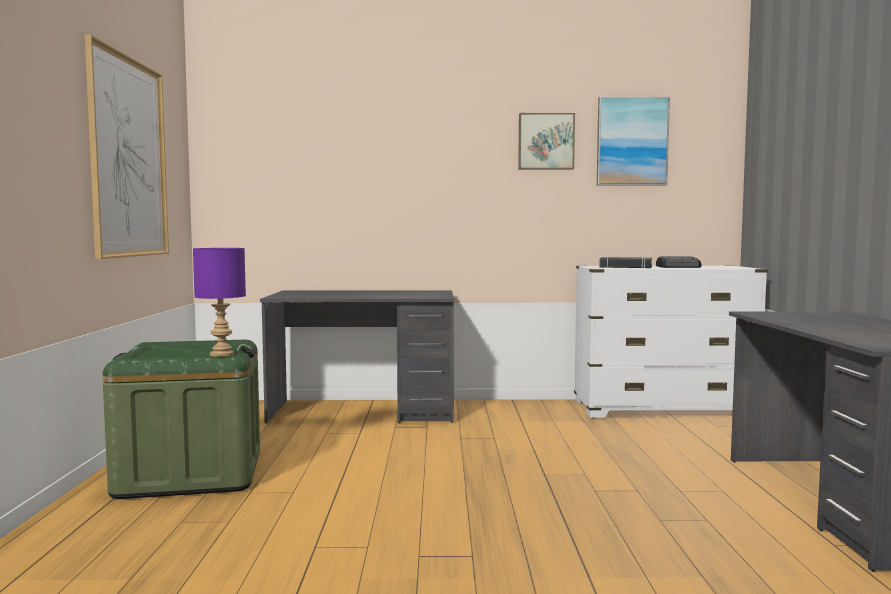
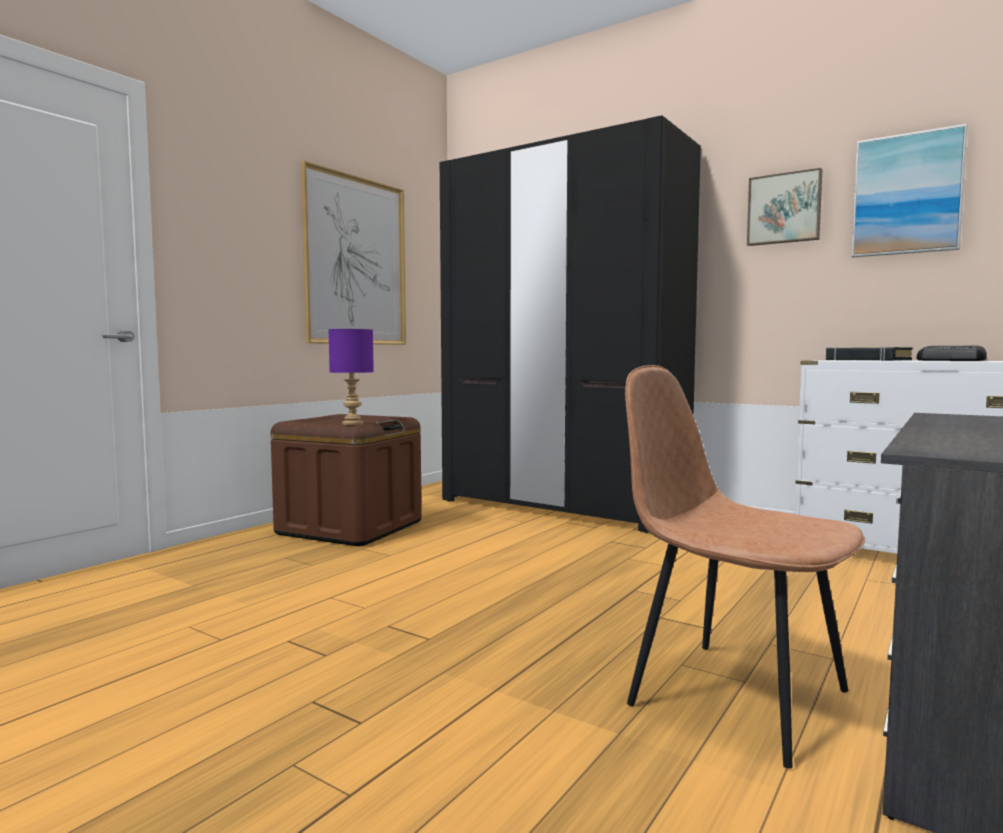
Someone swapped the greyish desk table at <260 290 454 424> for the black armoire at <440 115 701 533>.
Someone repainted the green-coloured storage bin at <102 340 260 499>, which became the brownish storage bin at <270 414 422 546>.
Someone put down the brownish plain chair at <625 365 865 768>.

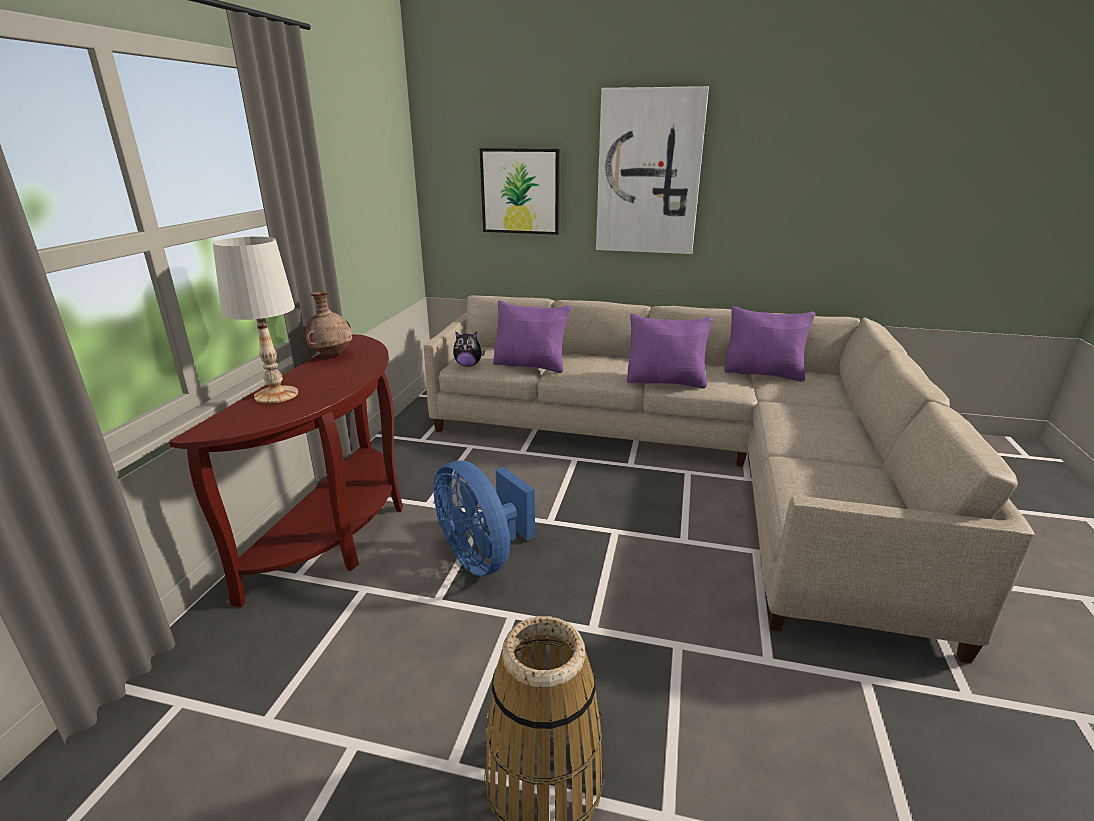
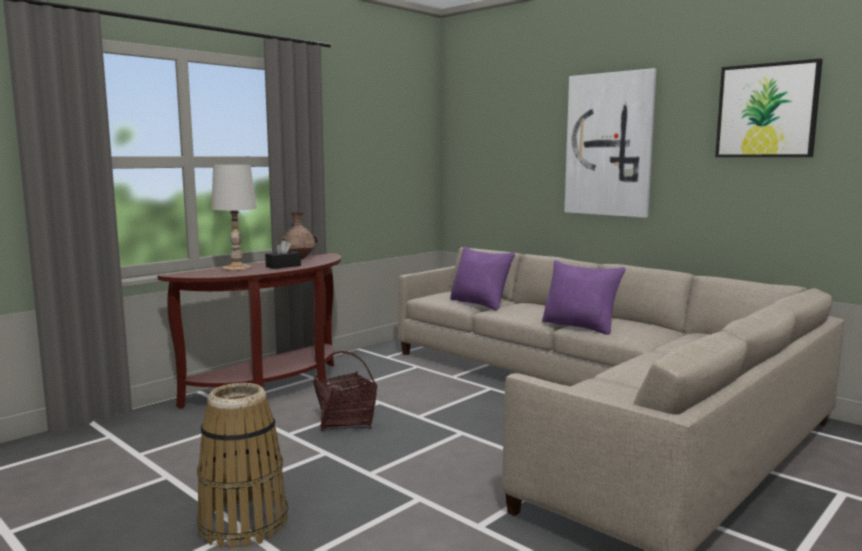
Someone carried the picture from <480 148 560 235> to <715 59 823 157>.
Someone took away the purple-coloured cushion at <724 306 815 381>.
Someone took away the cuddly toy at <453 331 485 367>.
Someone swapped the bluish cooling fan at <434 461 535 576> for the household basket at <313 351 377 431>.
Someone put down the black tissue box at <265 240 301 269>.

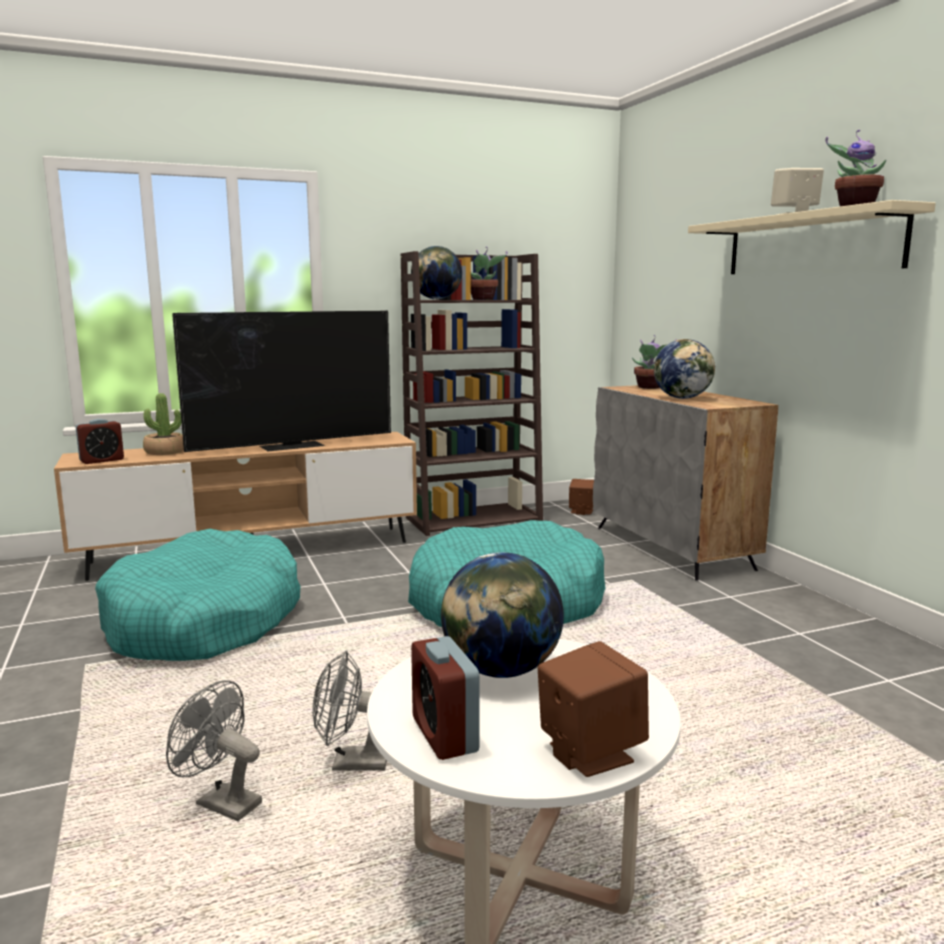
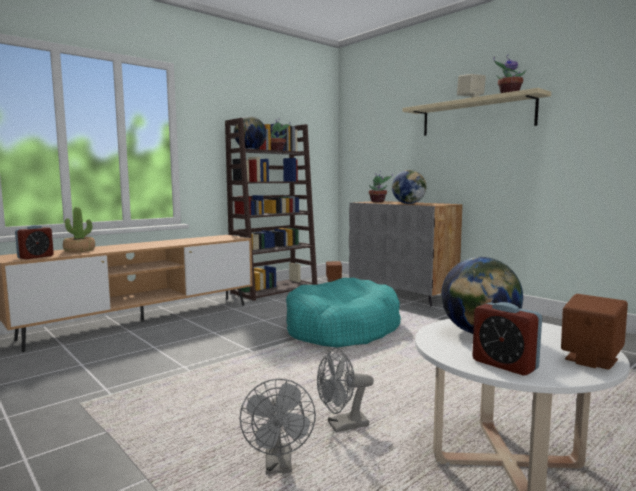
Someone took away the TV set at <172 311 391 452>.
Someone took away the turquoise dog cushion at <95 529 301 661>.
Someone rotated the greyish cooling fan at <166 680 262 821> by 105 degrees counterclockwise.

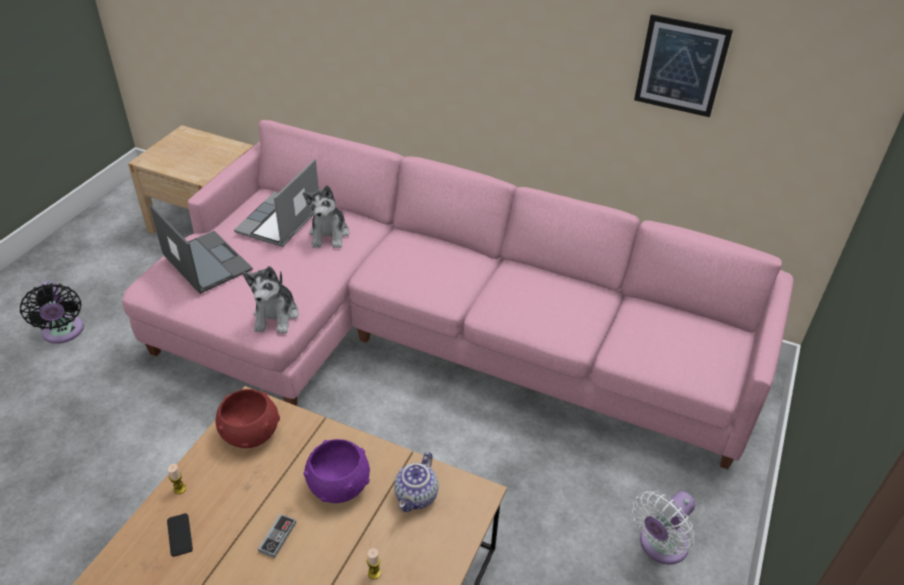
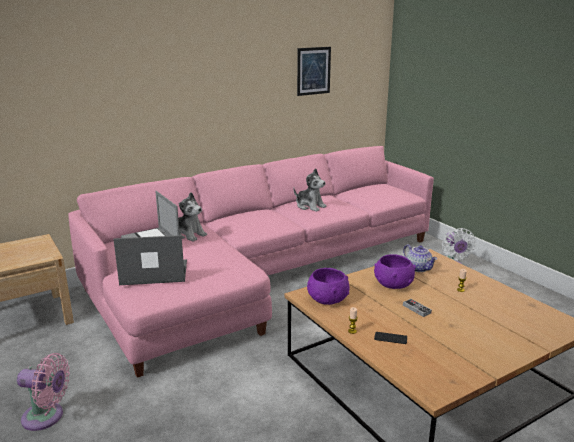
Someone carried the cuddly toy from <243 266 299 334> to <294 168 327 211>.
Someone repainted the black cooling fan at <20 281 84 344>, which became the pinkish cooling fan at <17 353 70 431>.
Someone repainted the red serving bowl at <215 389 280 448>, which became the purple-coloured serving bowl at <307 268 349 305>.

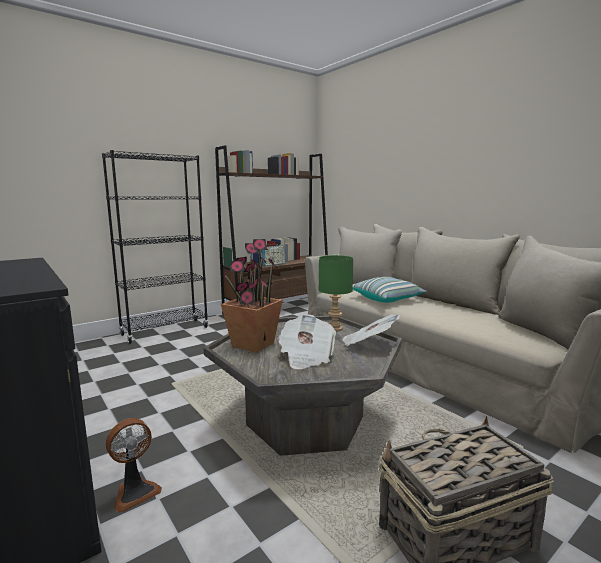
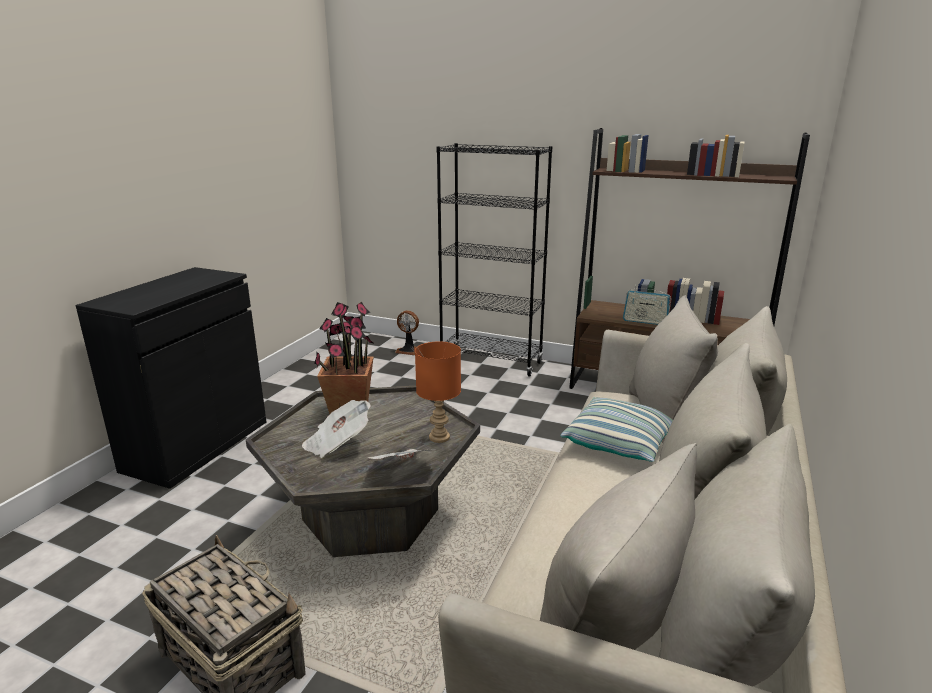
Someone repainted the green-coloured lamp for a table at <319 255 353 332>, which became the orange-coloured lamp for a table at <415 341 461 443>.
Someone carried the cooling fan from <106 418 162 513> to <395 310 419 355>.

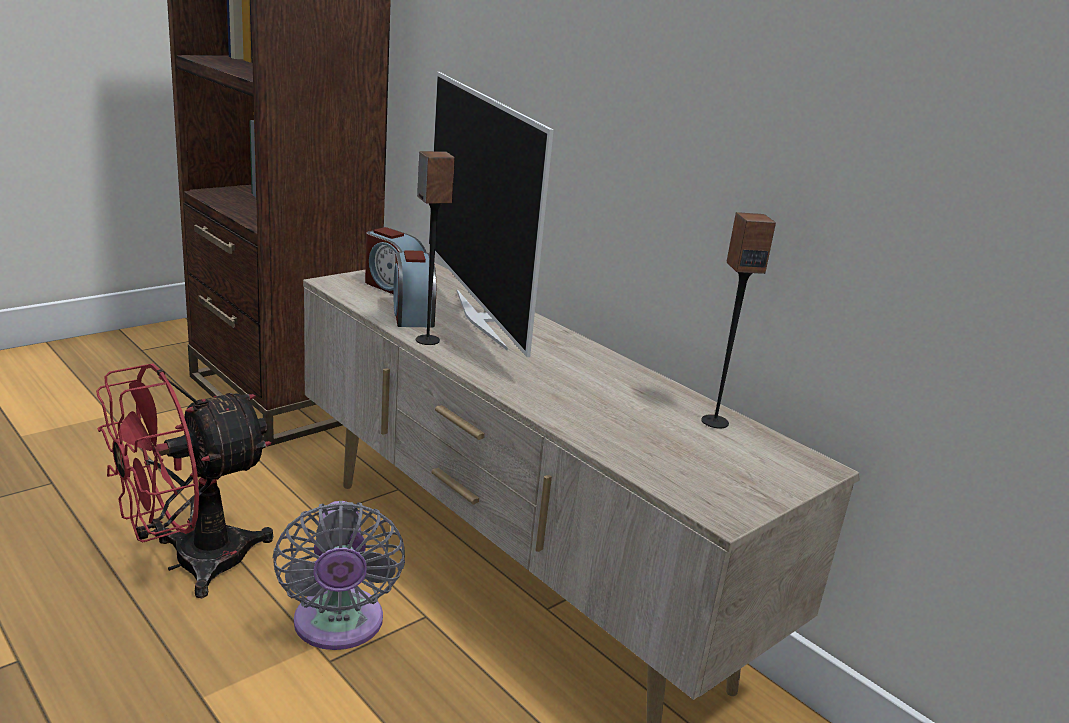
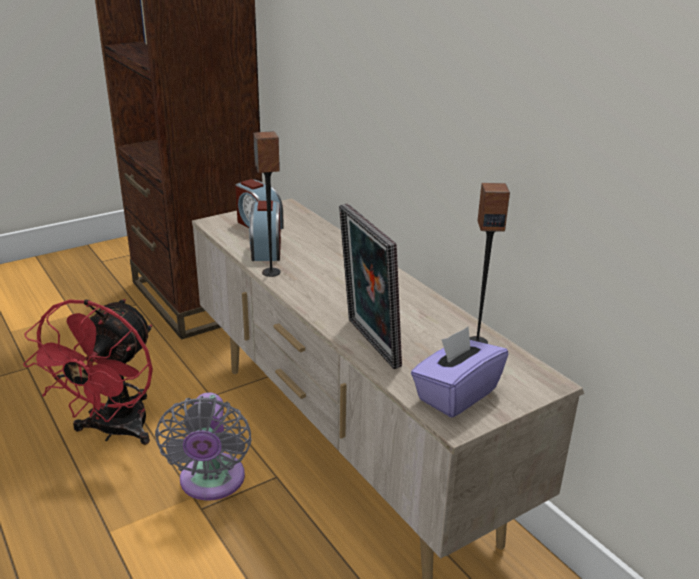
Someone took away the TV set at <428 72 554 357>.
Someone rotated the red cooling fan at <96 363 273 598> by 45 degrees counterclockwise.
Someone put down the picture frame at <339 204 402 369>.
Someone put down the purple-coloured tissue box at <411 327 508 418>.

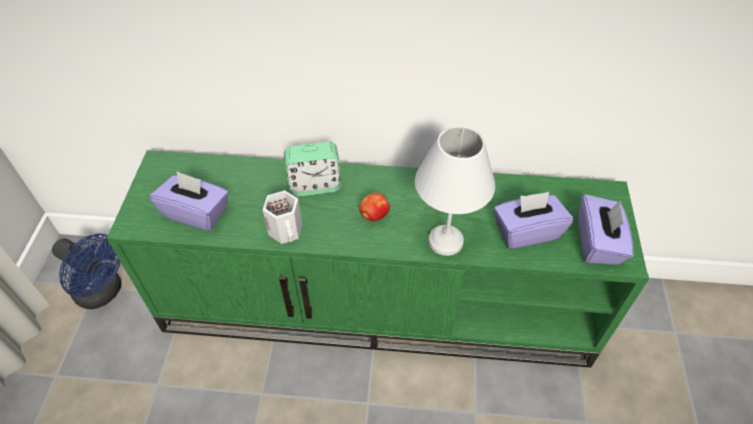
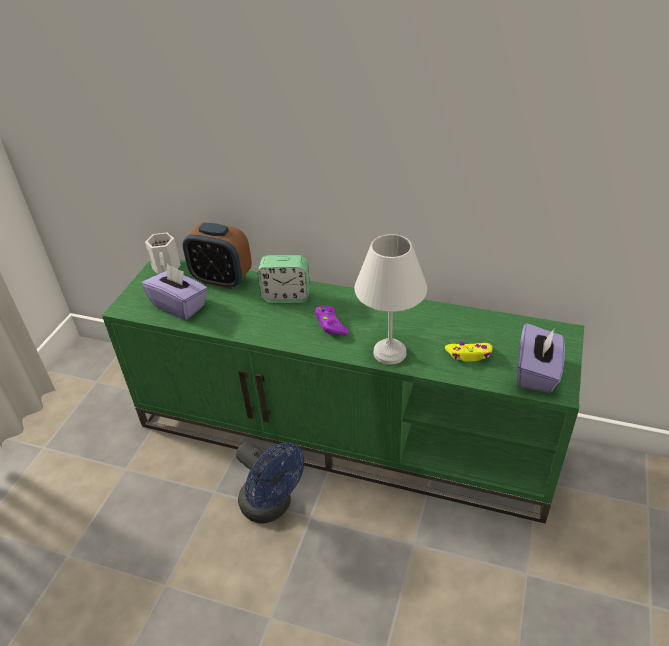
Someone carried the white-coloured mug from <263 190 302 244> to <145 232 181 274>.
Someone swapped the purple-coloured tissue box at <494 192 573 249> for the yellow gamepad at <445 342 492 361>.
Someone swapped the apple fruit at <359 193 390 221> for the purple-coloured gamepad at <315 306 349 336>.
Someone carried the bluish cooling fan from <52 234 122 309> to <236 442 304 524>.
Someone put down the table clock at <182 223 252 289>.

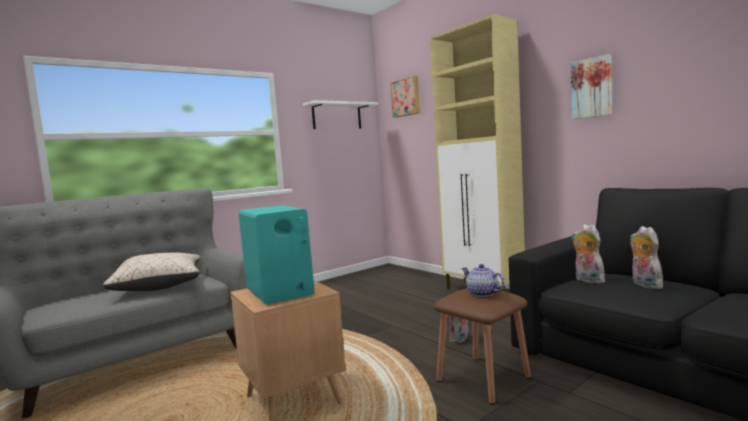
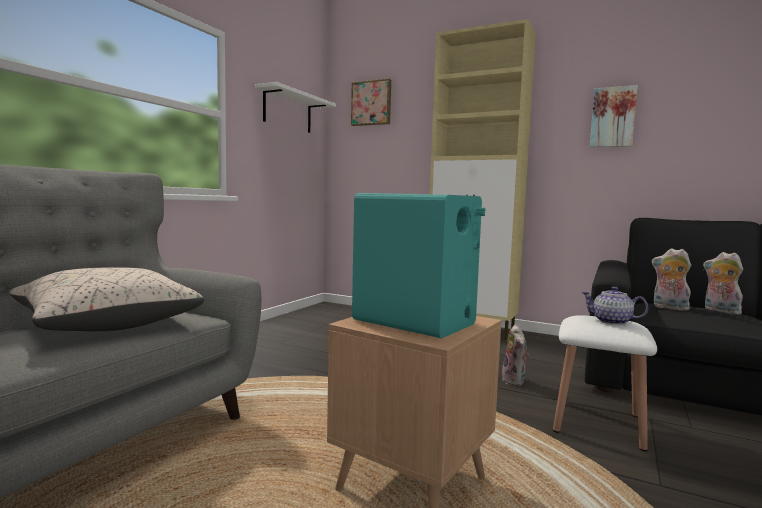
Someone repainted the brownish stool seat at <433 288 531 405>, which became the white-coloured stool seat at <553 315 657 451>.

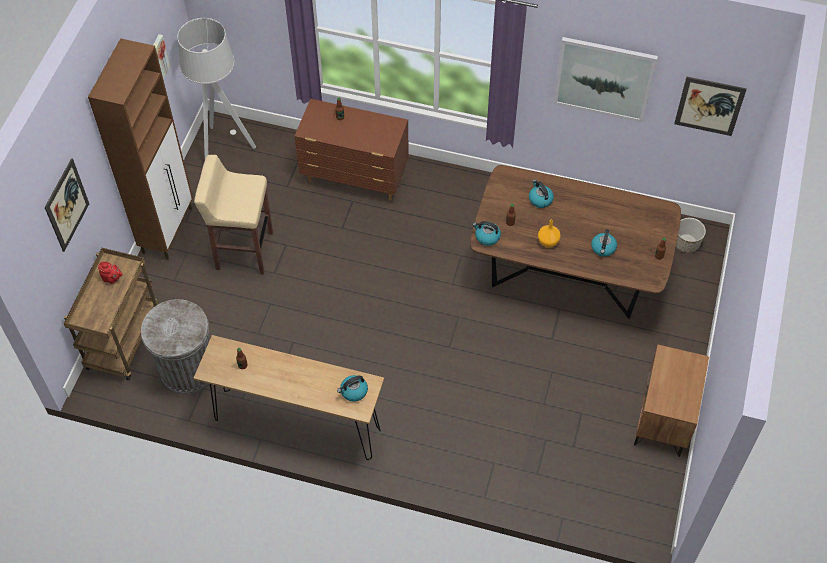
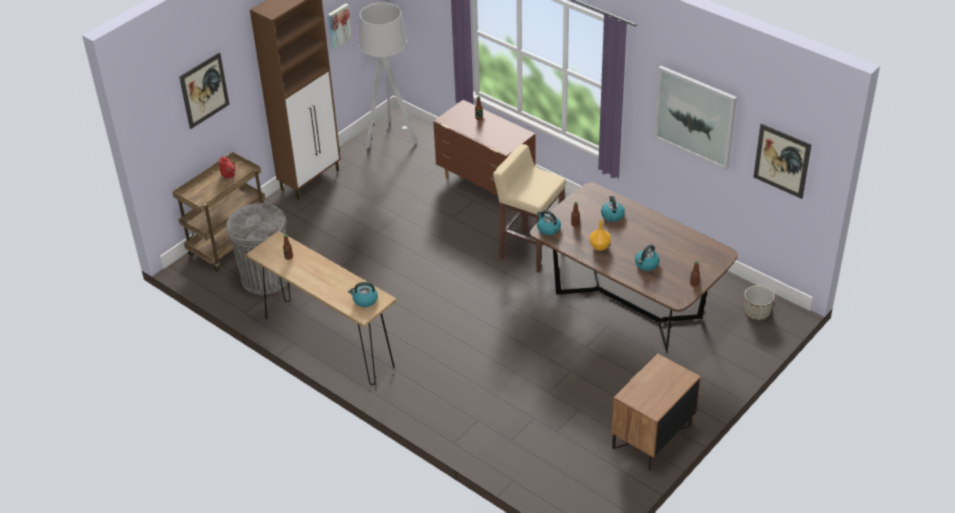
Someone carried the beige stool seat from <194 155 273 274> to <493 144 566 273>.

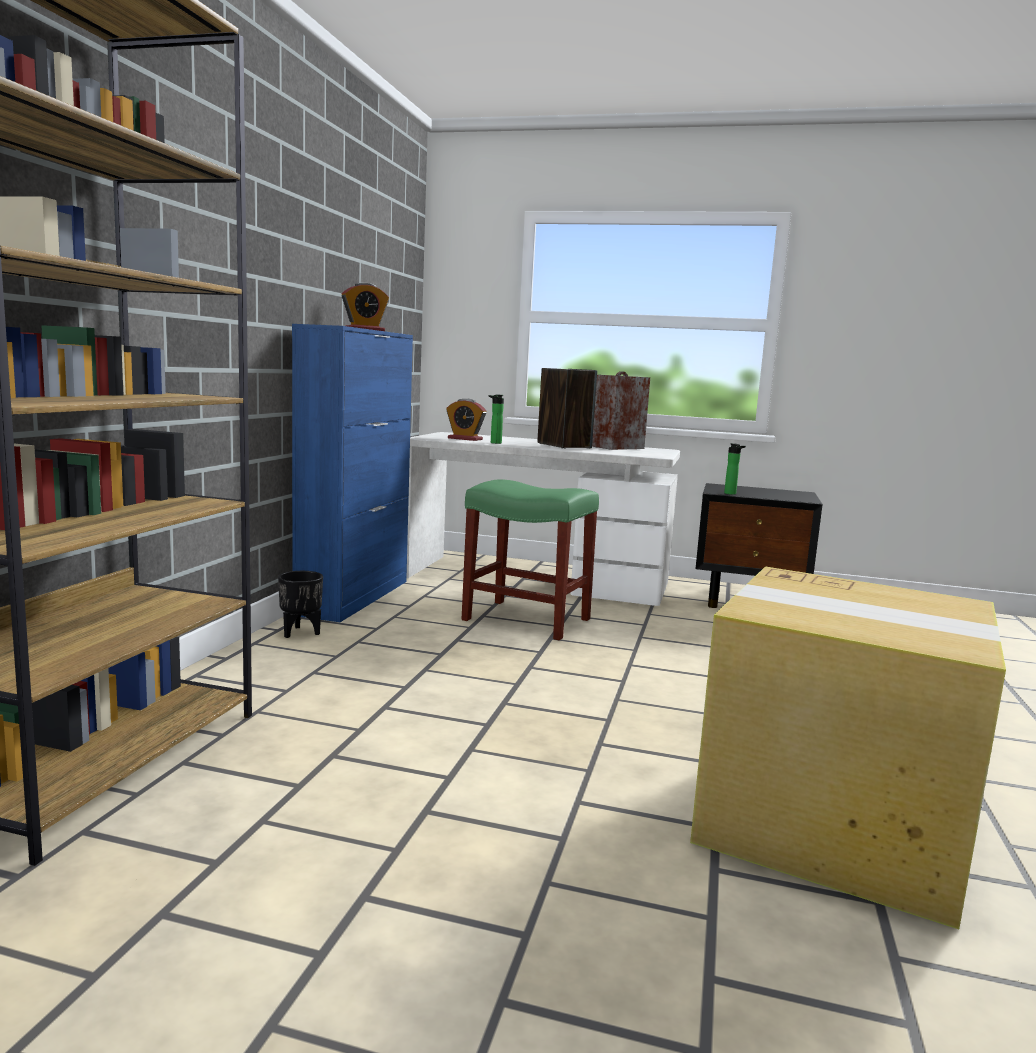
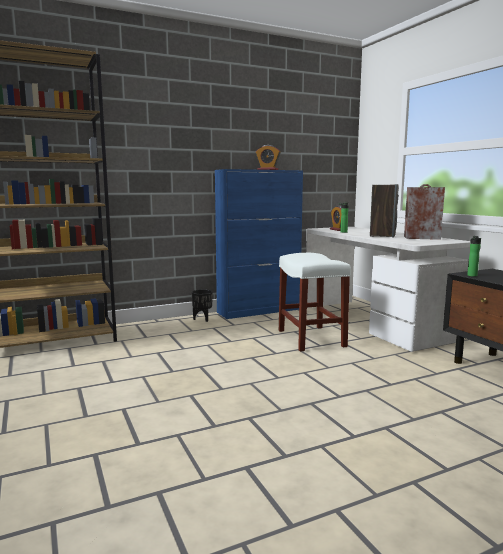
Someone repainted the green-coloured stool seat at <462 479 599 640>, which became the white-coloured stool seat at <279 253 351 352>.
Someone took away the cardboard box at <690 567 1006 929>.

